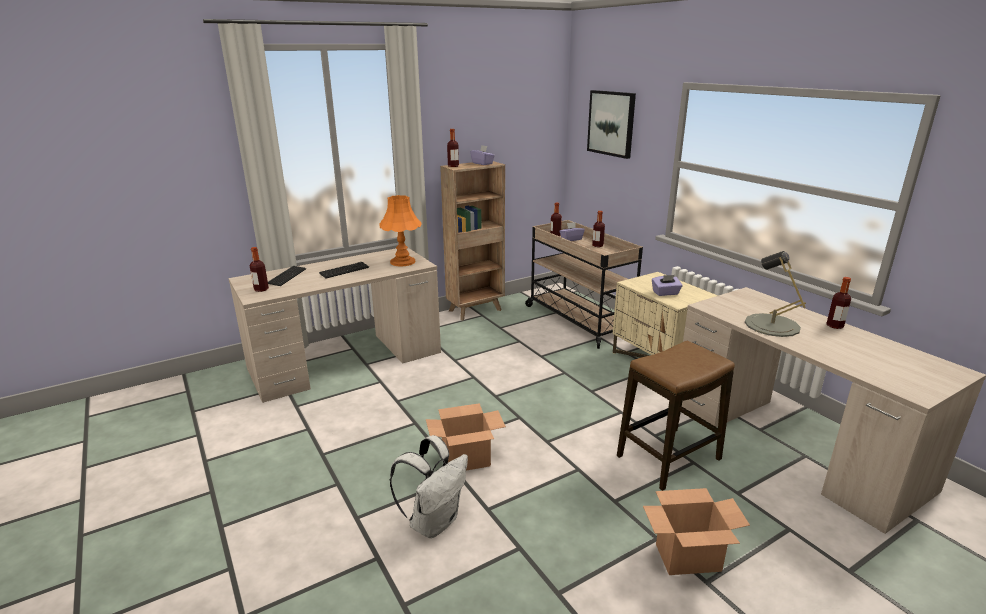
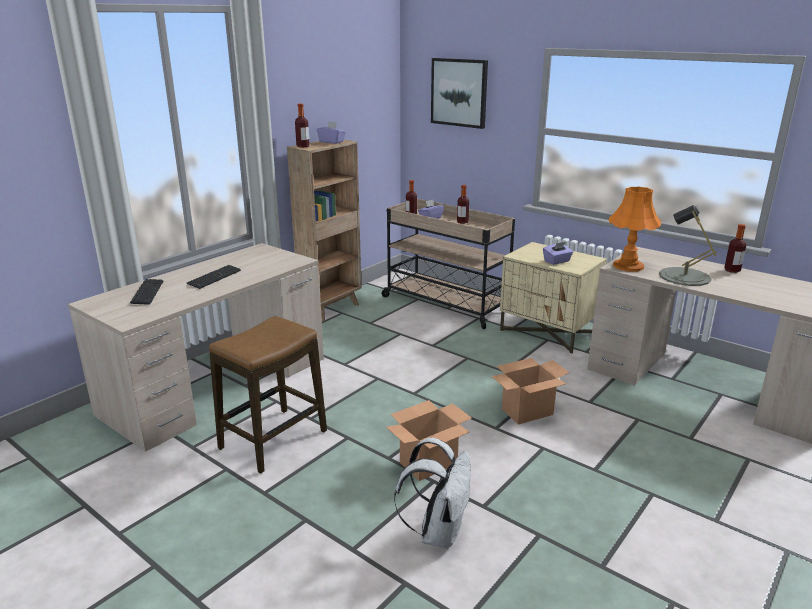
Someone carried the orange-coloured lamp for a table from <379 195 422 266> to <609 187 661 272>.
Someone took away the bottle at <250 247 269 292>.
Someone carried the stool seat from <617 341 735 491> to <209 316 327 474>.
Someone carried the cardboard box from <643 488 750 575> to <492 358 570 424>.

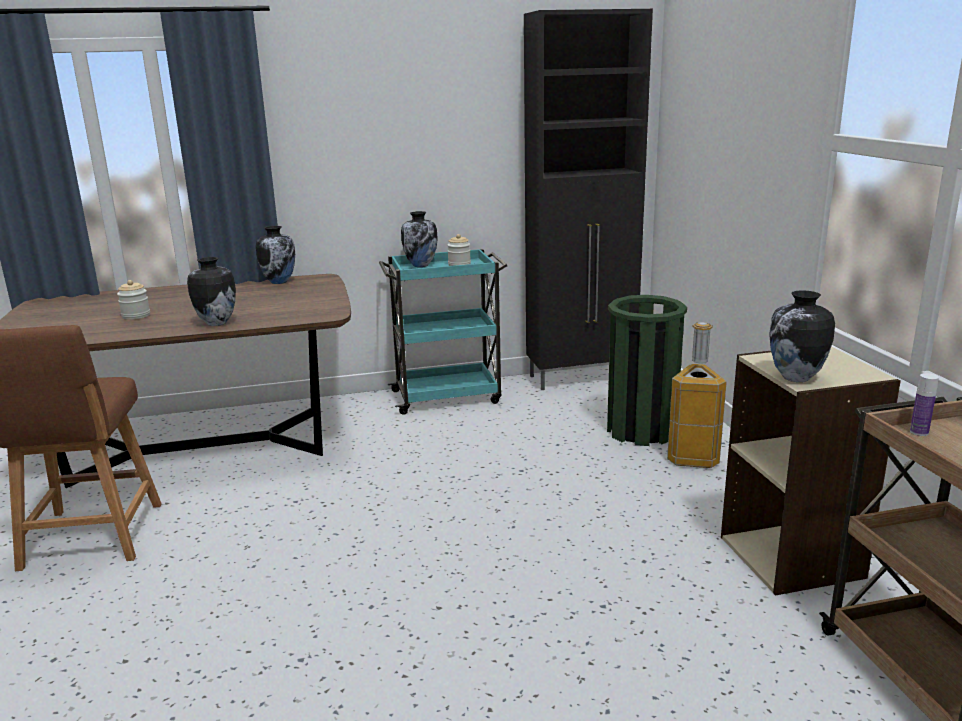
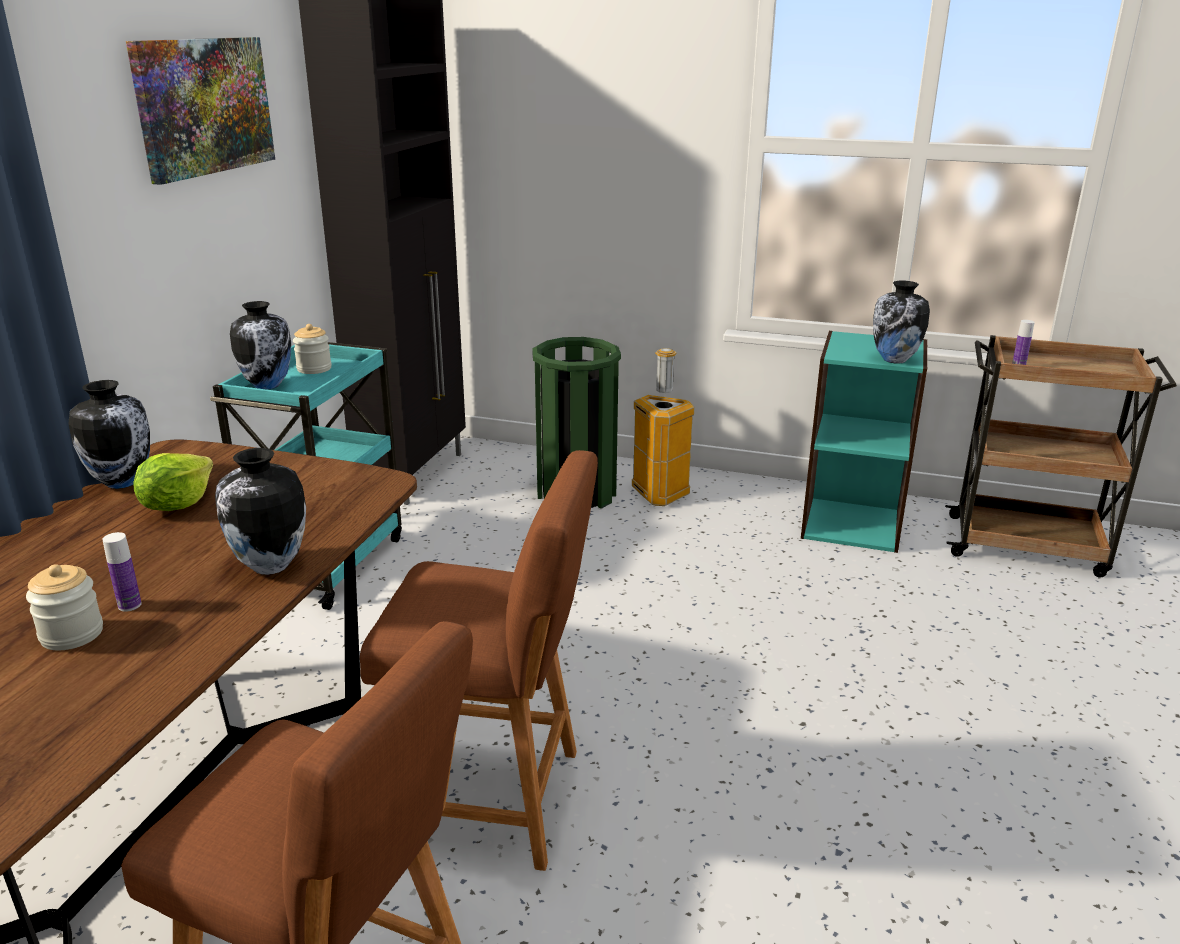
Someone repainted the beige bookshelf at <721 346 901 595>, which became the turquoise bookshelf at <801 331 927 553>.
Someone put up the picture at <126 37 275 185>.
Someone put down the brownish stool seat at <360 450 598 871>.
Someone put down the lettuce head at <133 453 213 511>.
Someone put down the bottle at <102 532 142 612>.

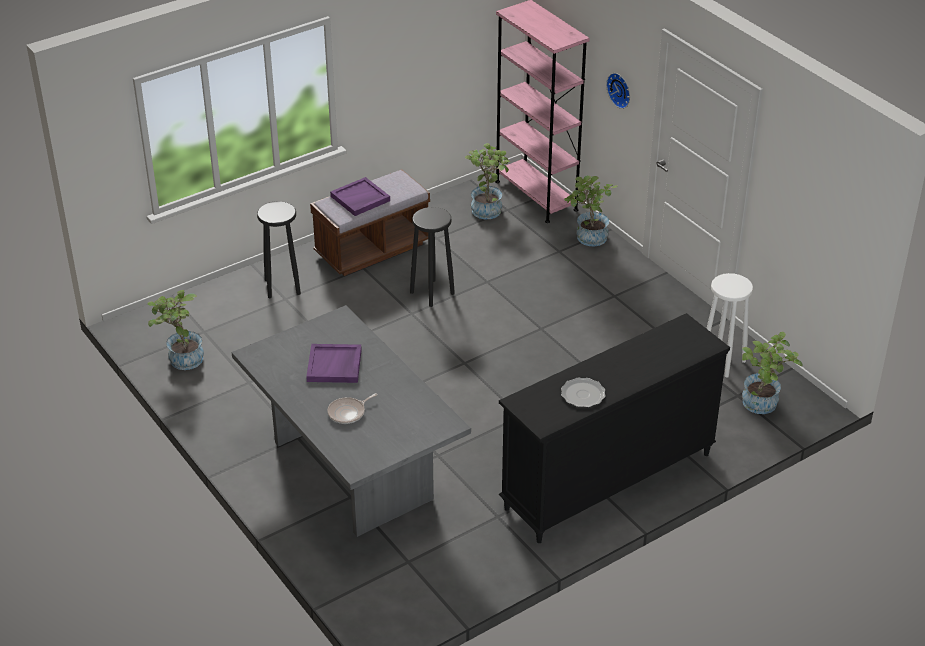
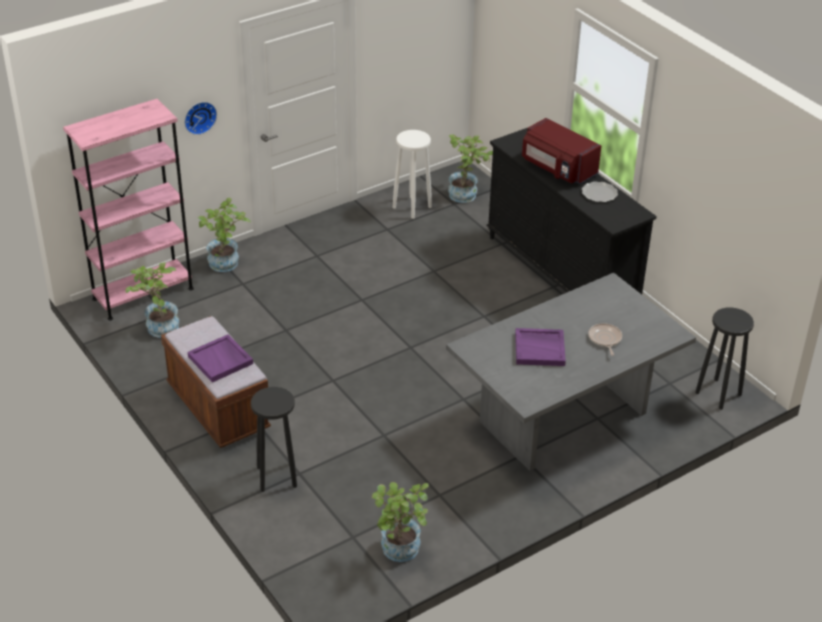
Someone carried the black stool seat from <410 207 455 307> to <695 307 754 410>.
Someone rotated the skillet at <327 393 378 424> by 150 degrees counterclockwise.
Someone put down the red kitchen microwave at <522 118 601 184>.

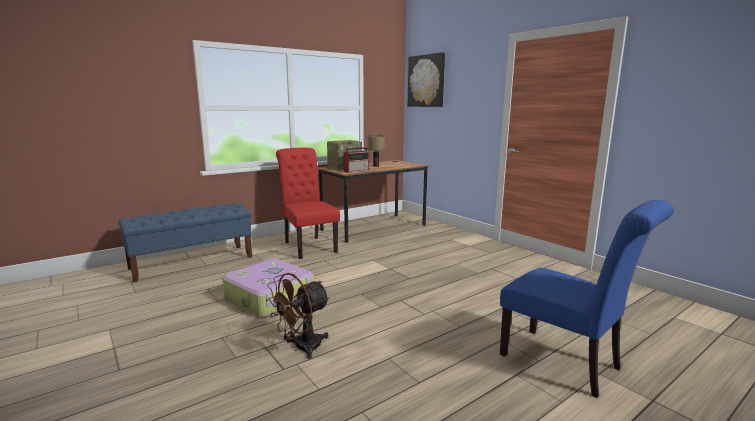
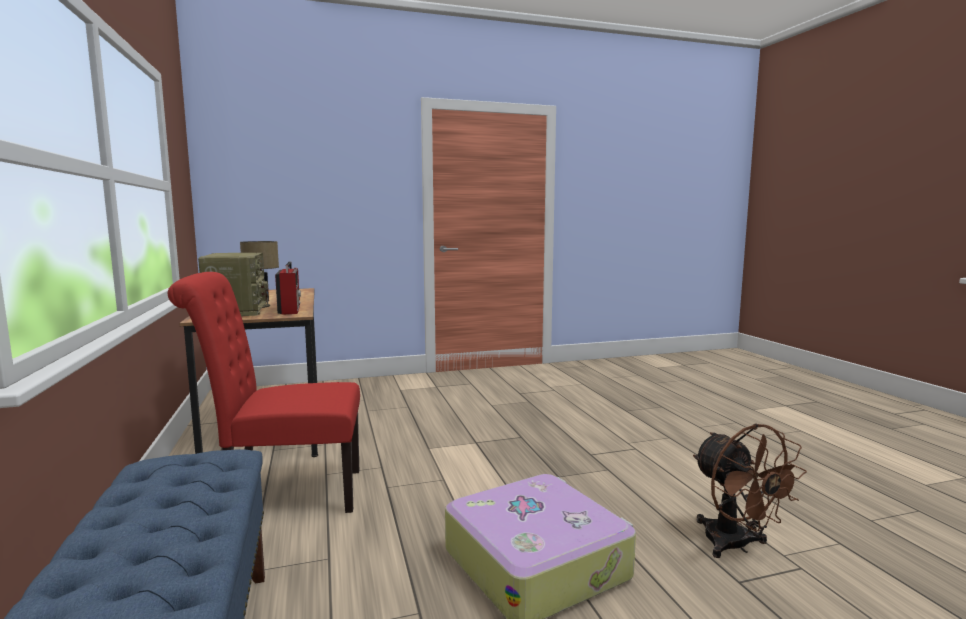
Someone took away the picture at <408 52 445 107>.
Someone took away the bluish plain chair at <500 200 674 398>.

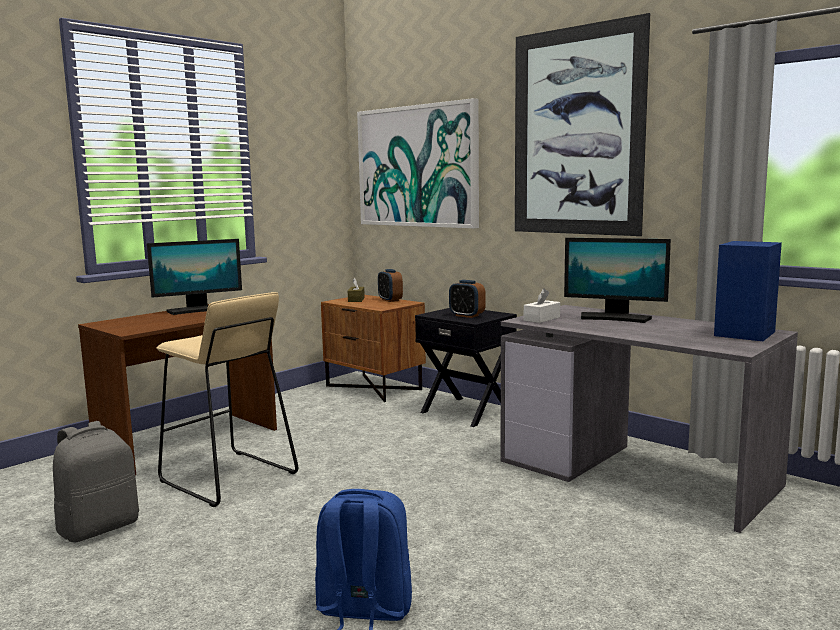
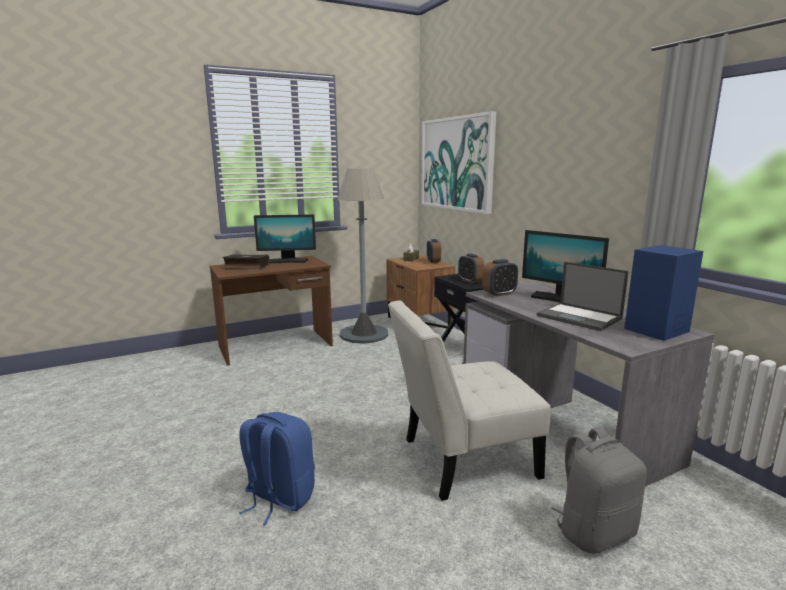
Someone took away the picture at <515 13 650 236>.
Someone swapped the white-coloured tissue box at <524 288 560 323> for the table clock at <482 259 518 297>.
Someone took away the beige stool seat at <156 292 298 507>.
Someone carried the greyish knapsack from <53 421 139 542> to <551 427 647 554>.
Someone put down the greyish standing lamp at <338 168 388 344>.
Someone put down the bound book at <223 254 269 269>.
Someone put down the portable computer at <537 262 629 331>.
Someone put down the white-coloured plain chair at <388 300 551 501>.

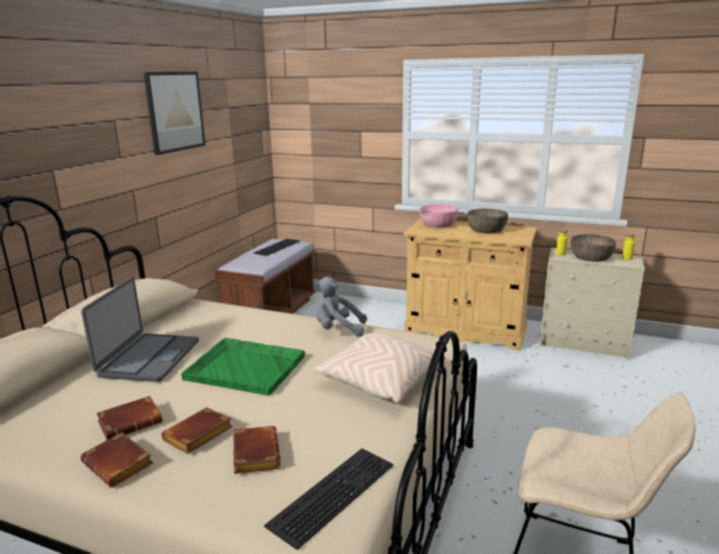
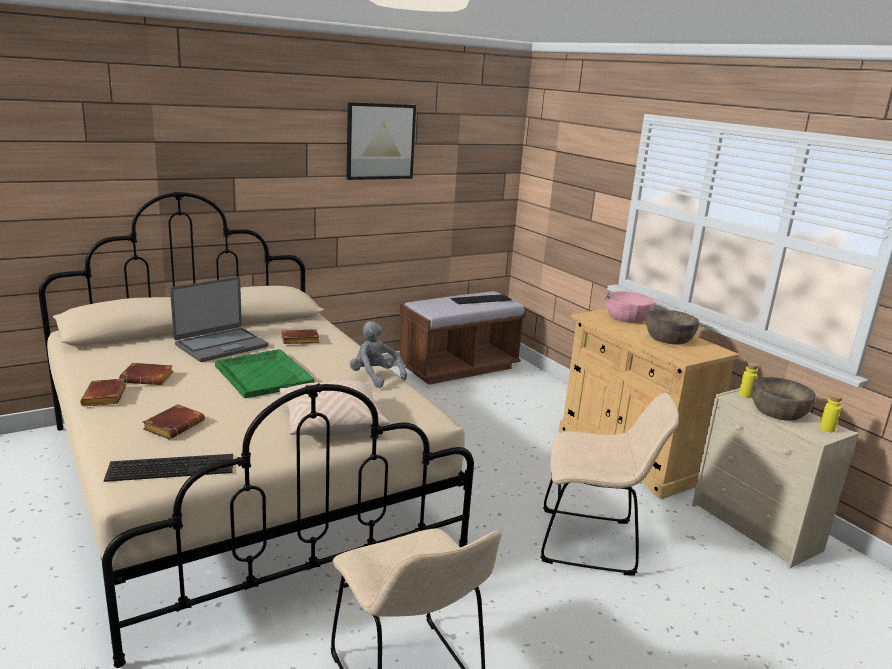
Someone carried the brownish bound book from <161 407 232 454> to <282 329 319 344>.
Someone put down the beige plain chair at <540 393 679 576>.

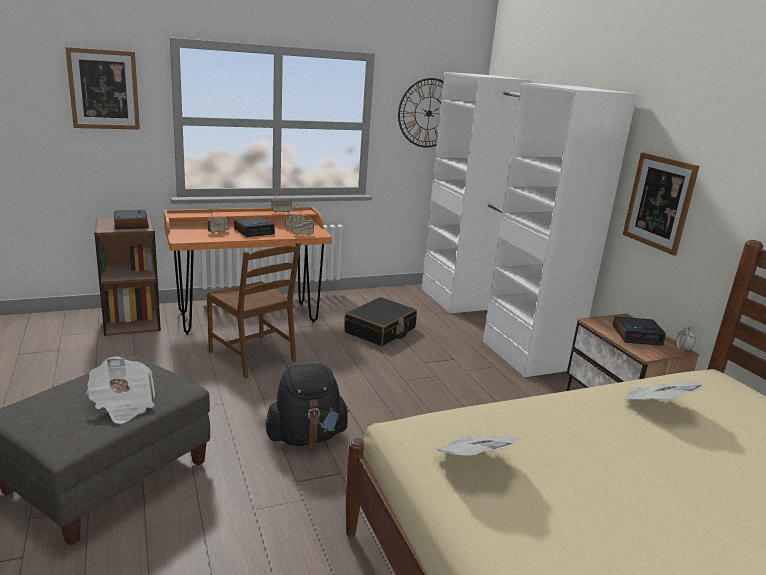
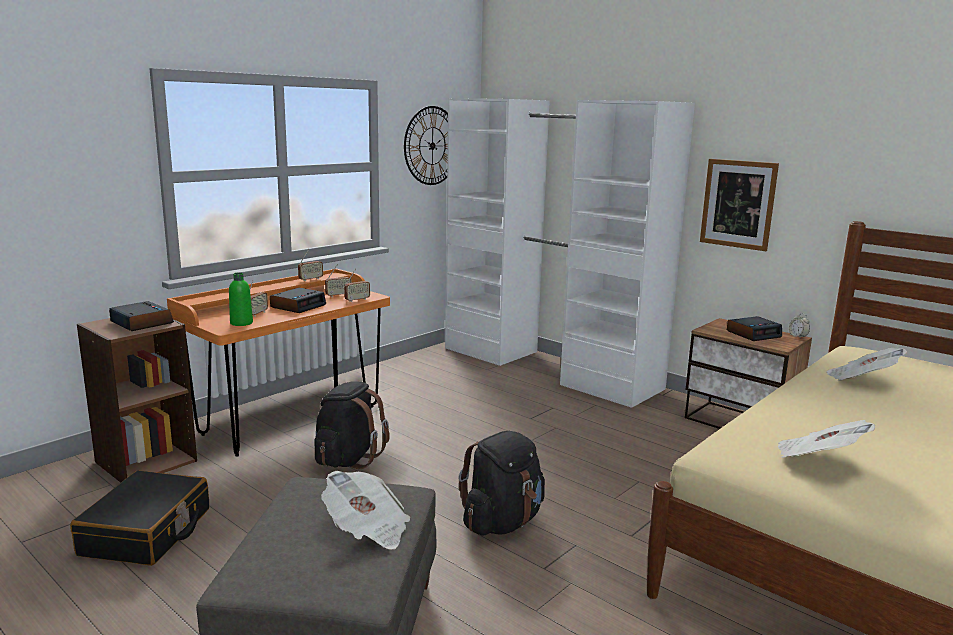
Someone took away the picture at <65 47 140 130>.
Someone swapped the brownish plain chair at <207 242 301 378> for the black knapsack at <314 382 390 469>.
Someone carried the black travel case from <344 297 417 346> to <70 471 209 566>.
Someone put down the green-coloured bottle at <229 272 253 326>.

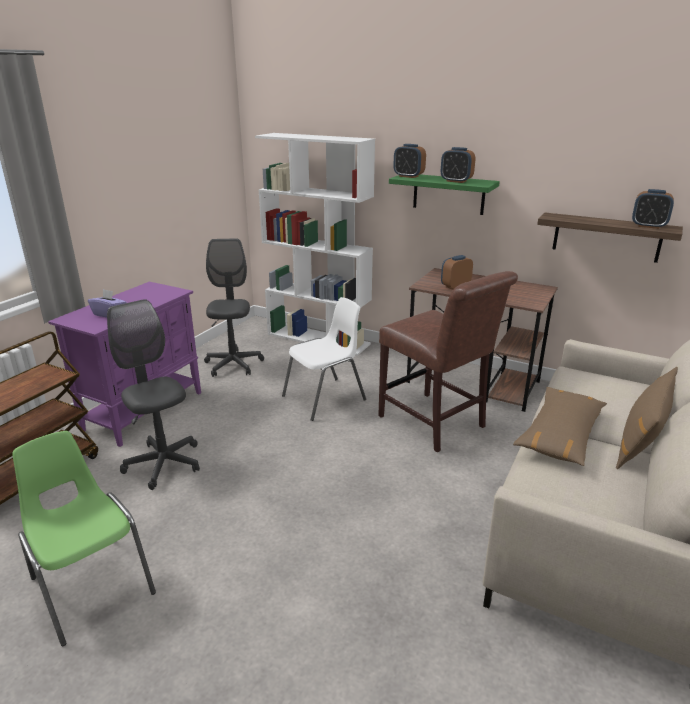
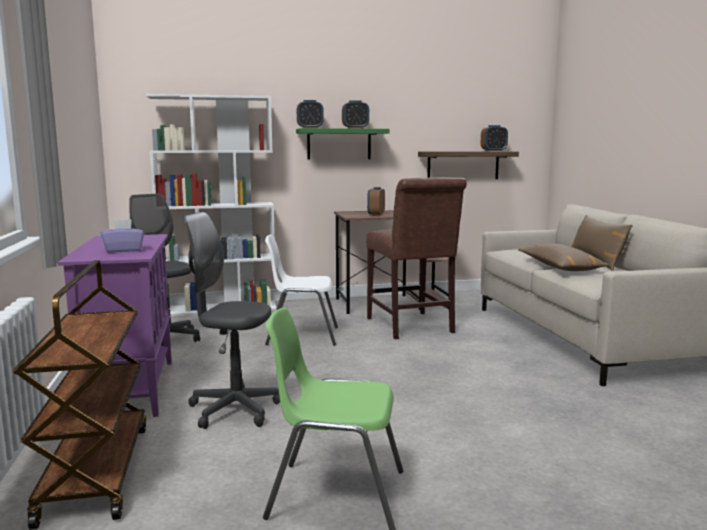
Someone rotated the brownish plain chair at <378 271 518 452> by 60 degrees clockwise.
Someone rotated the white-coloured plain chair at <282 297 366 421> by 105 degrees counterclockwise.

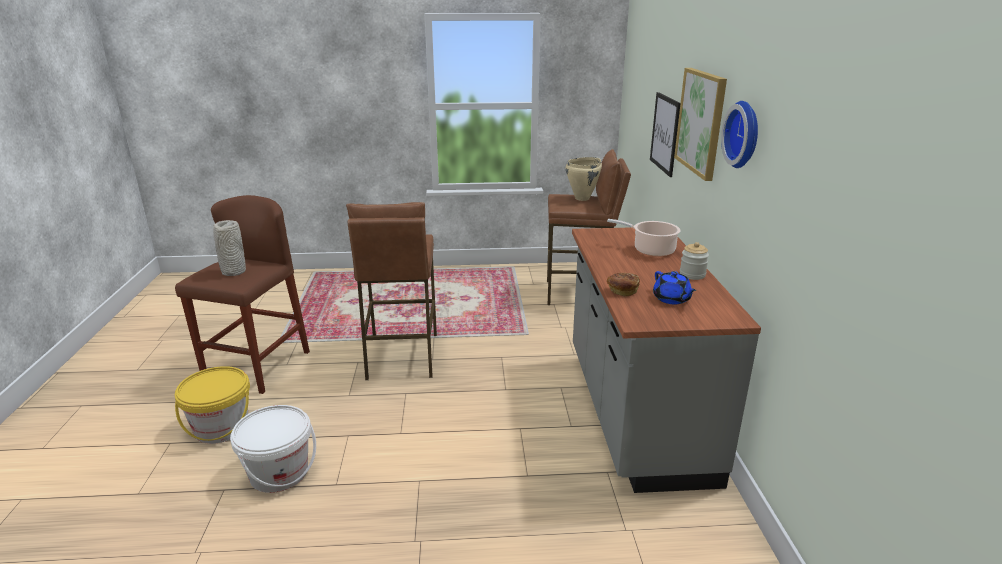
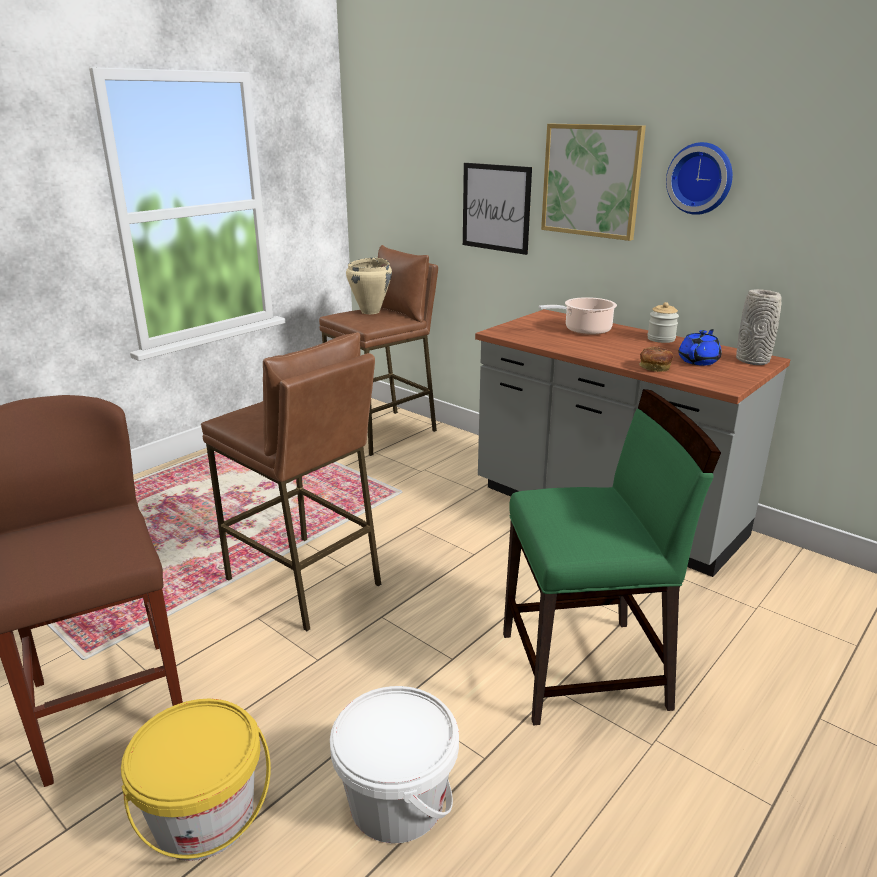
Someone carried the greyish decorative vase from <213 220 246 276> to <736 289 782 365>.
Someone rotated the bluish tea pot at <653 271 697 304> by 75 degrees counterclockwise.
Someone put down the green-coloured plain chair at <503 389 721 726>.

